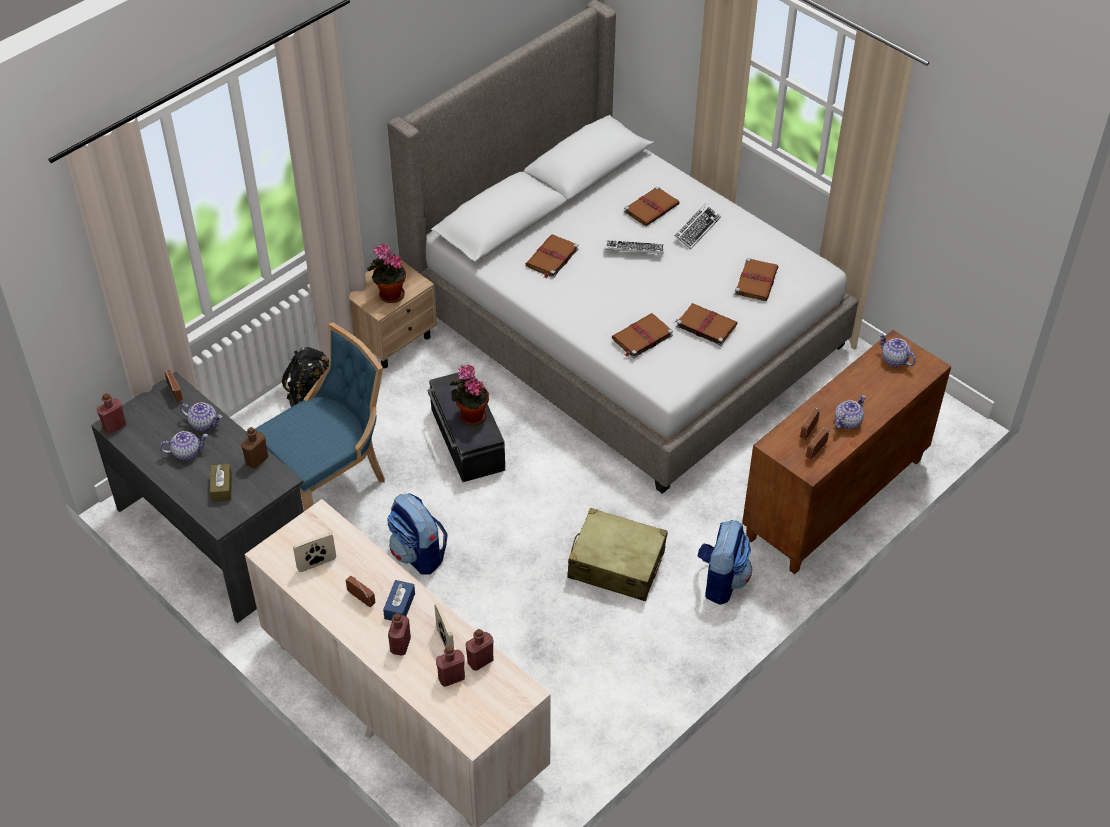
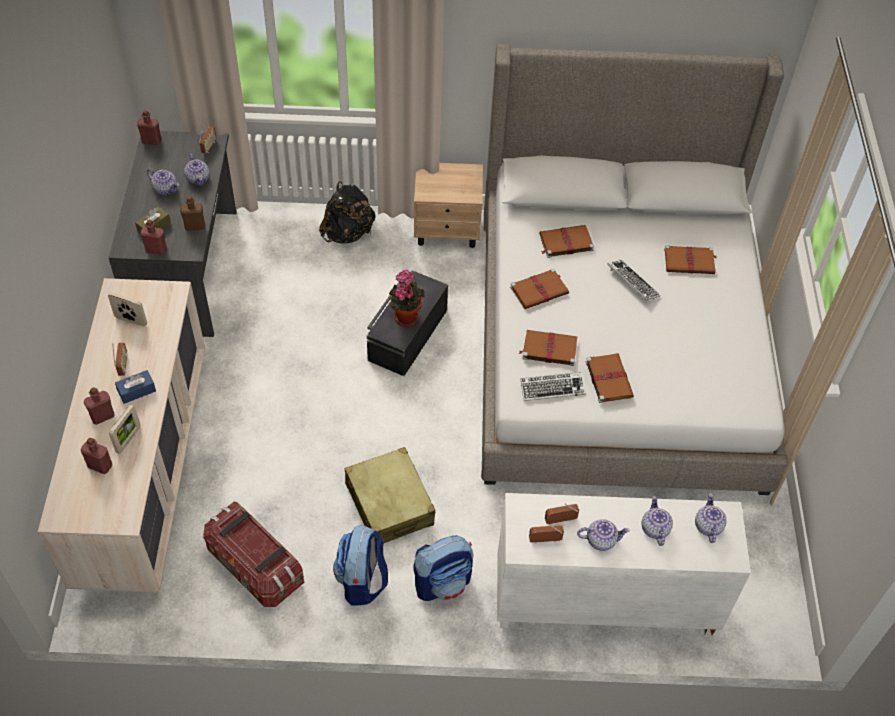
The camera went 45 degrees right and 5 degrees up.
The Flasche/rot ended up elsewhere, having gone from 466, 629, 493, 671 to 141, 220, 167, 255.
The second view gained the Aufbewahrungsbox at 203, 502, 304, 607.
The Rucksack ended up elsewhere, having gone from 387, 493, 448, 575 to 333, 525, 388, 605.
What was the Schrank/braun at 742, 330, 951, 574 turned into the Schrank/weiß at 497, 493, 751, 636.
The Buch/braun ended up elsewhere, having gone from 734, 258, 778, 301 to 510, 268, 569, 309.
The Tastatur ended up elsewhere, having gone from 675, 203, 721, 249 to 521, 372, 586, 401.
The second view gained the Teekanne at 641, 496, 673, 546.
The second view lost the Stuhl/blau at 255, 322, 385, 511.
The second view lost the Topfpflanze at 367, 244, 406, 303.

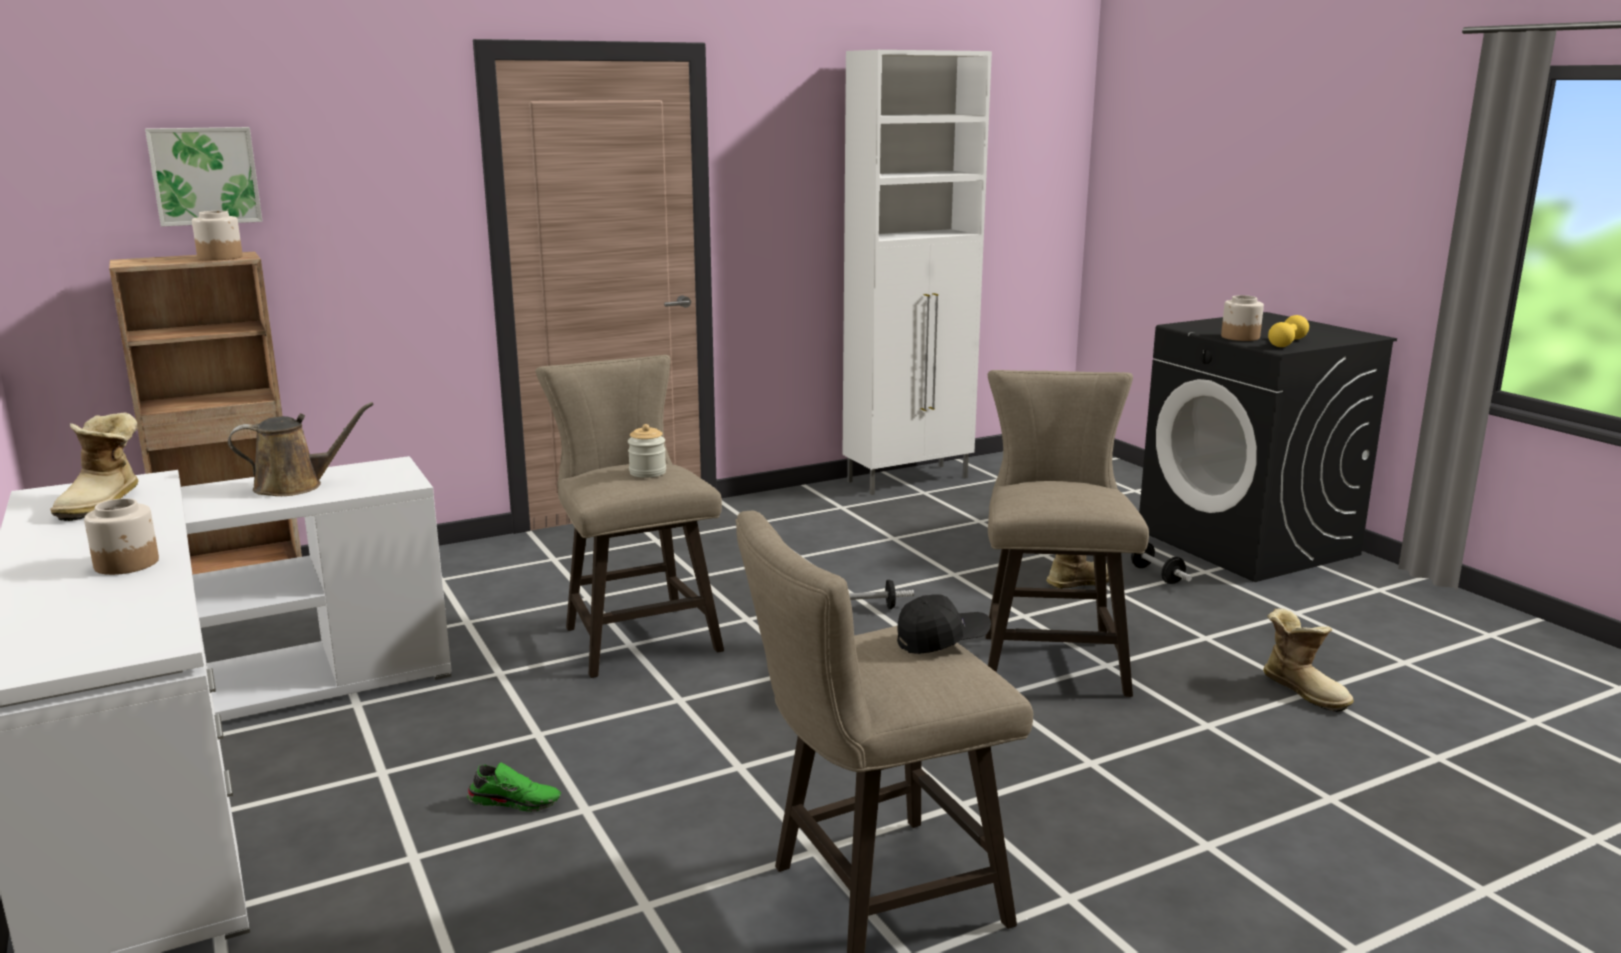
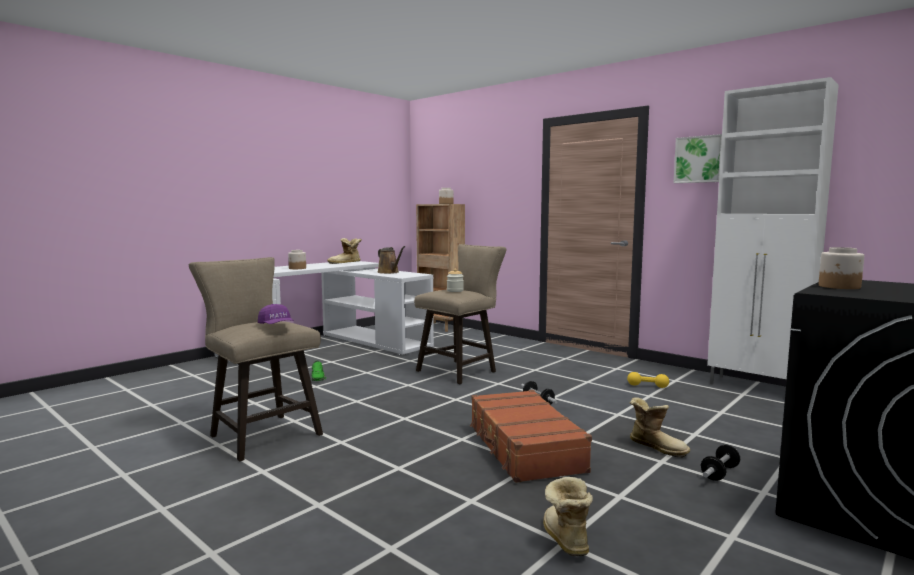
The camera went 70 degrees right and 10 degrees down.
What was the Kappe/schwarz at 897, 594, 991, 654 turned into the Kappe/lila at 258, 304, 294, 324.
Where the Hocker/beige stood at 985, 370, 1149, 697, the Koffer/braun came to stand at 470, 390, 592, 483.
The Stiefel at 1263, 608, 1354, 712 ended up facing another way, 135 degrees clockwise from before.
The Hantel/gelb ended up elsewhere, having gone from 1268, 315, 1309, 347 to 627, 372, 669, 388.
The Bild ended up elsewhere, having gone from 145, 127, 263, 227 to 674, 134, 722, 183.

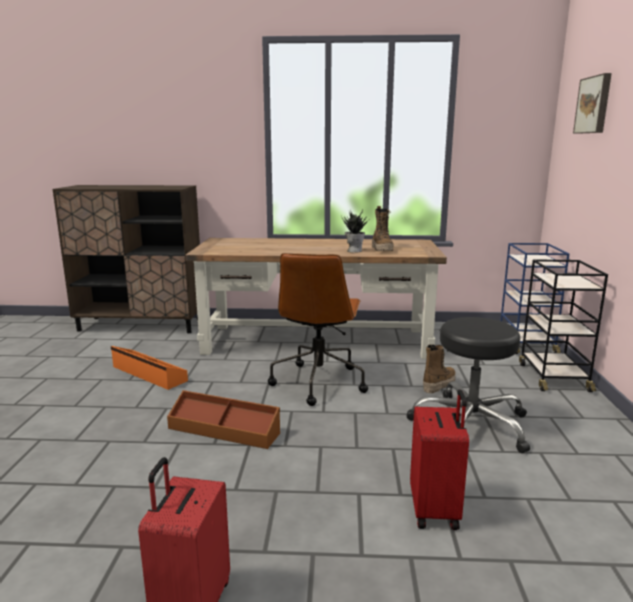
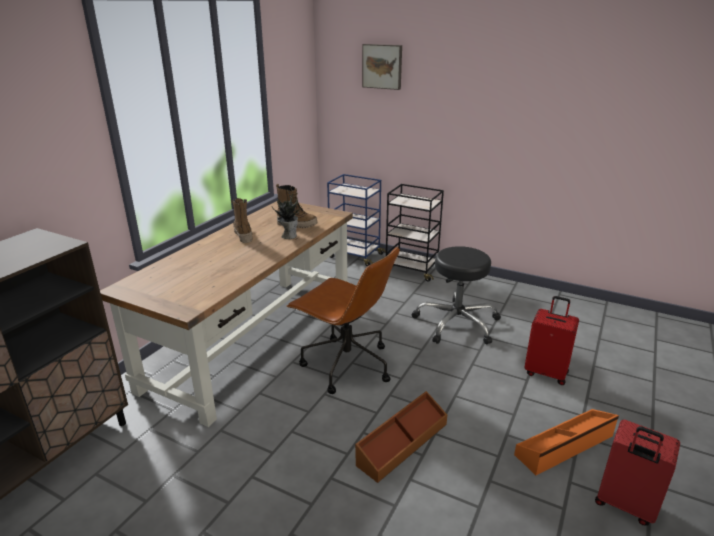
The camera went 65 degrees left and 10 degrees up.
The Stiefel ended up elsewhere, having gone from 423, 344, 456, 393 to 231, 198, 252, 243.
The Aufbewahrungsbox/orange ended up elsewhere, having gone from 111, 346, 188, 390 to 514, 409, 619, 475.

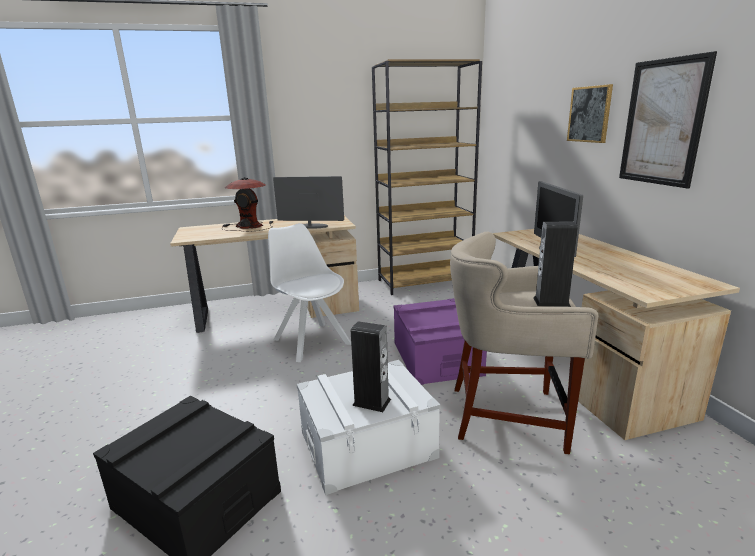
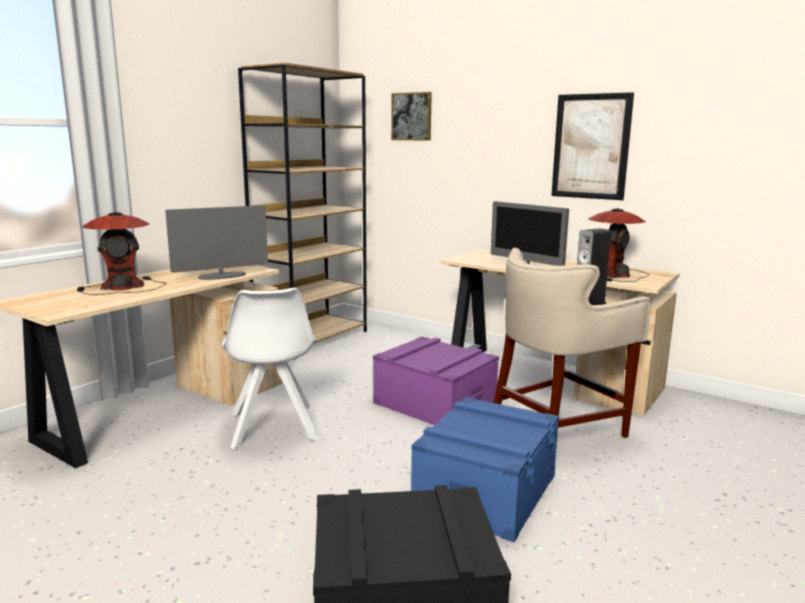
The camera went 40 degrees left and 5 degrees down.
The Stuhl/weiß at 268, 223, 351, 362 ended up facing another way, 120 degrees counterclockwise from before.
The Bild ended up elsewhere, having gone from 567, 84, 613, 143 to 391, 92, 432, 141.
What was the Aufbewahrungsbox/weiß at 297, 360, 440, 495 turned into the Aufbewahrungsbox/blau at 411, 397, 559, 542.
The second view gained the Tischlampe at 588, 208, 649, 282.
The second view lost the Lautsprecher at 351, 321, 391, 412.

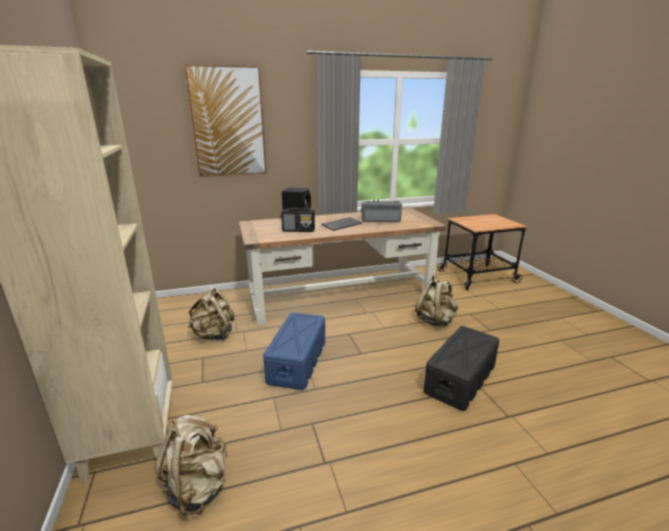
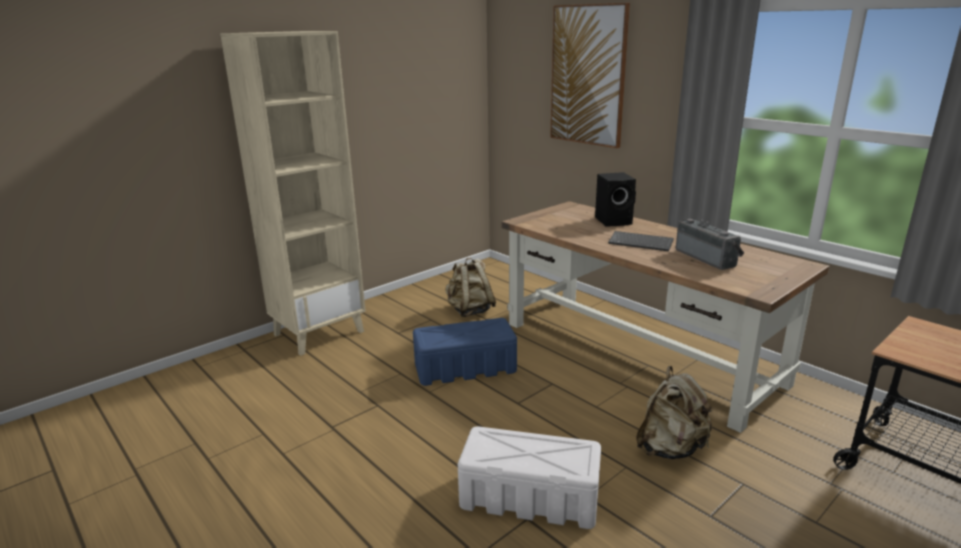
The camera went 65 degrees right and 0 degrees up.
What was the Aufbewahrungsbox/schwarz at 424, 326, 499, 411 turned into the Aufbewahrungsbox/weiß at 458, 426, 601, 529.
The second view lost the Rucksack/beige at 154, 415, 228, 517.
The second view lost the Radio at 281, 208, 315, 232.

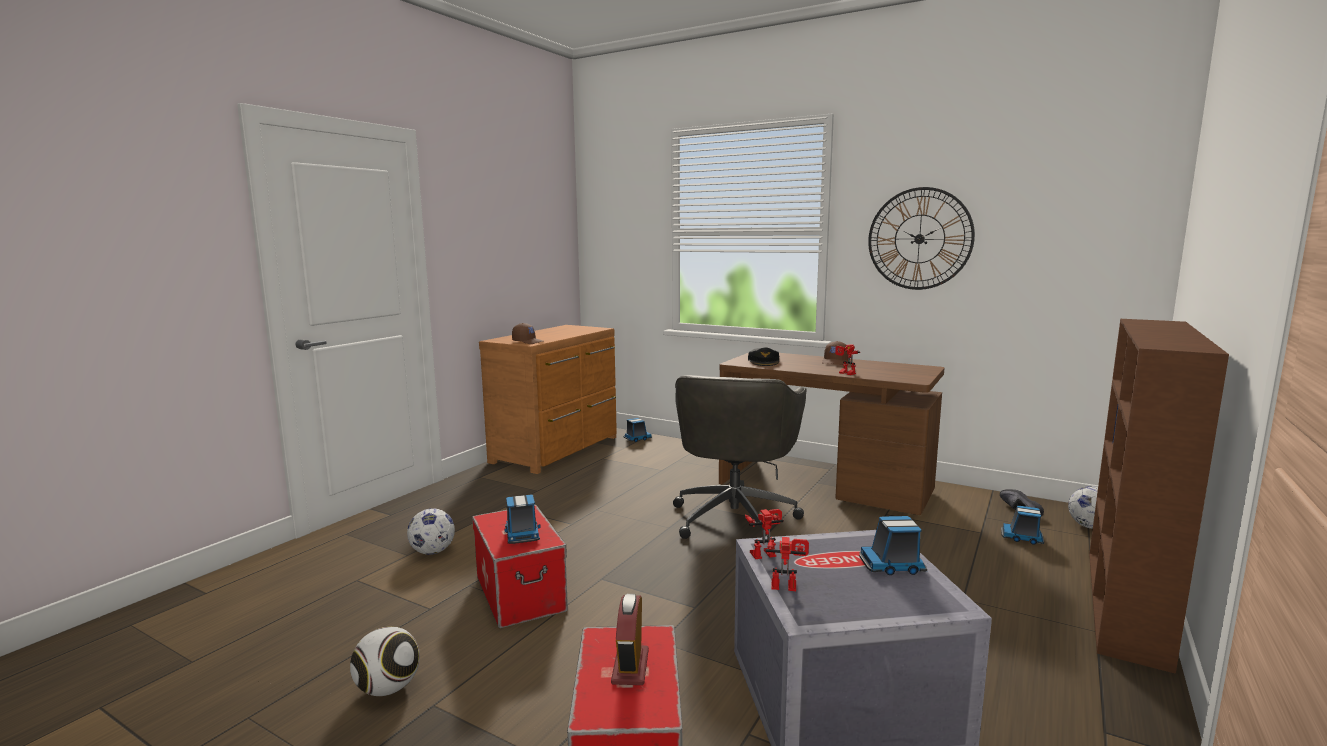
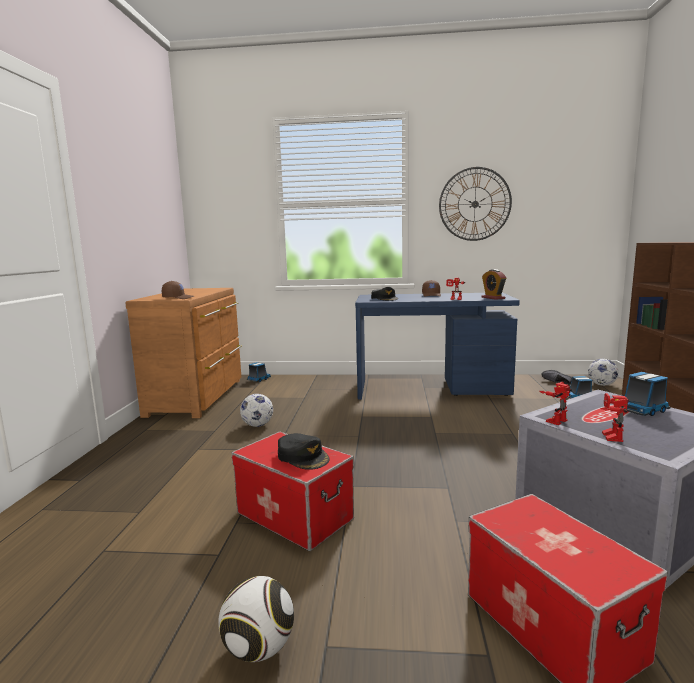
The camera went 25 degrees left and 0 degrees up.
The Fußball ended up elsewhere, having gone from 407, 508, 455, 555 to 240, 394, 273, 427.
Where the Spielzeuglaster stood at 505, 495, 541, 544, the Kappe/schwarz came to stand at 278, 433, 330, 470.
What was the Schreibtisch/braun at 719, 353, 944, 515 turned into the Schreibtisch/blau at 355, 293, 520, 400.
The Wecker ended up elsewhere, having gone from 611, 594, 649, 685 to 481, 269, 506, 300.
The Spielzeugroboter at 765, 537, 809, 591 ended up facing another way, 60 degrees counterclockwise from before.
The second view lost the Bürostuhl/grau at 673, 375, 807, 539.

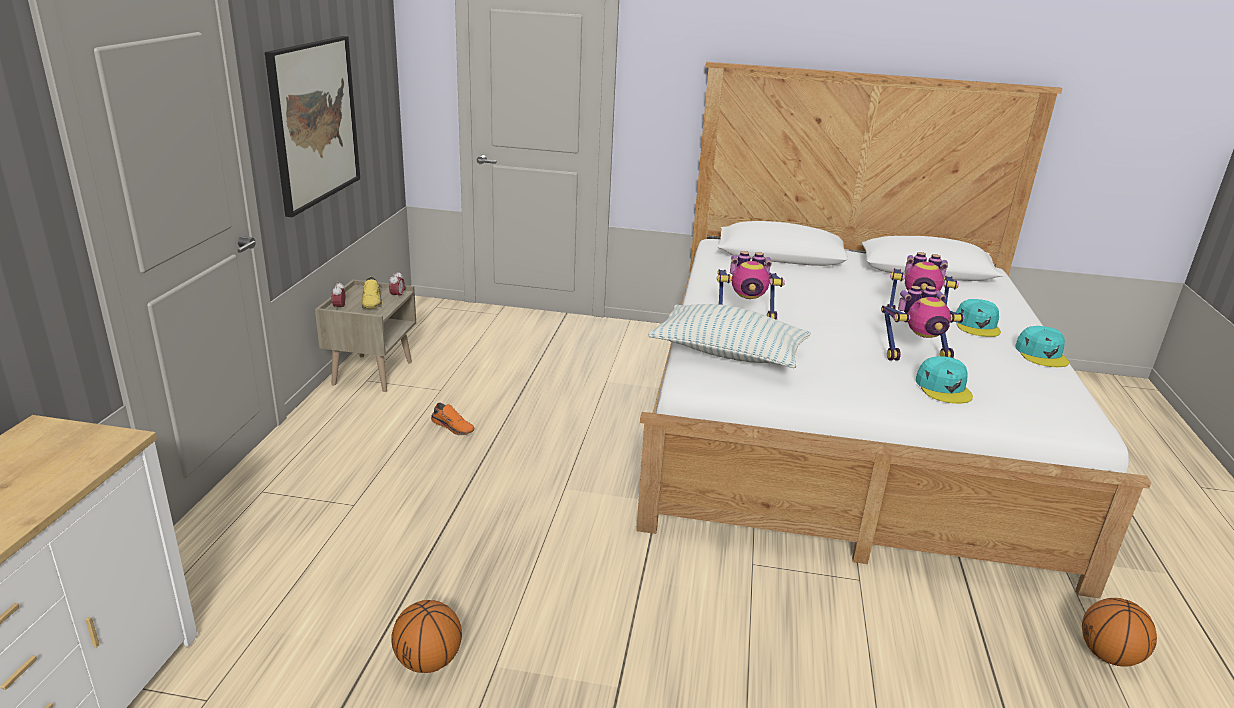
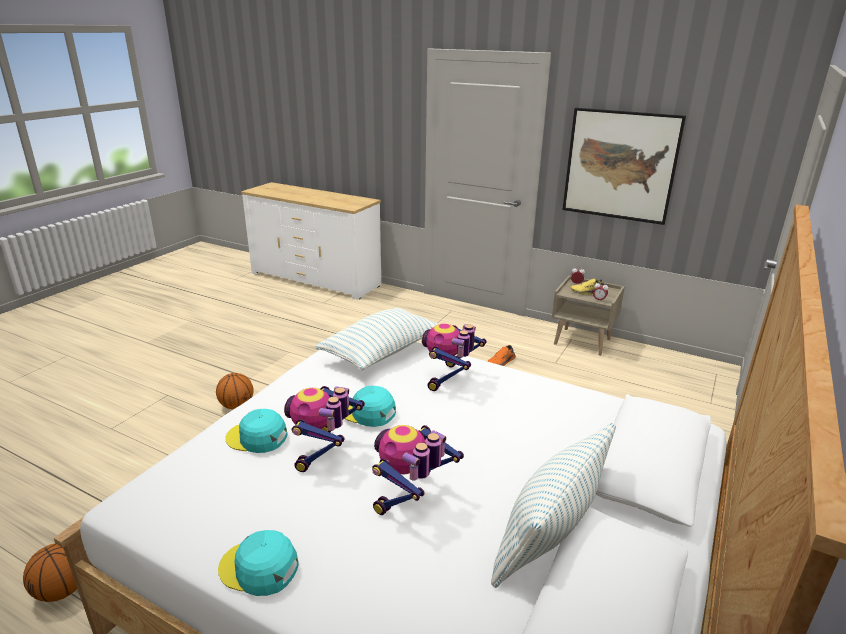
The camera went 110 degrees right and 0 degrees up.
The Basketball ended up elsewhere, having gone from 391, 600, 462, 673 to 216, 373, 254, 409.
The Kappe/türkis ended up elsewhere, having gone from 956, 299, 1001, 337 to 344, 386, 396, 427.
The second view gained the Kissen at 491, 422, 616, 588.

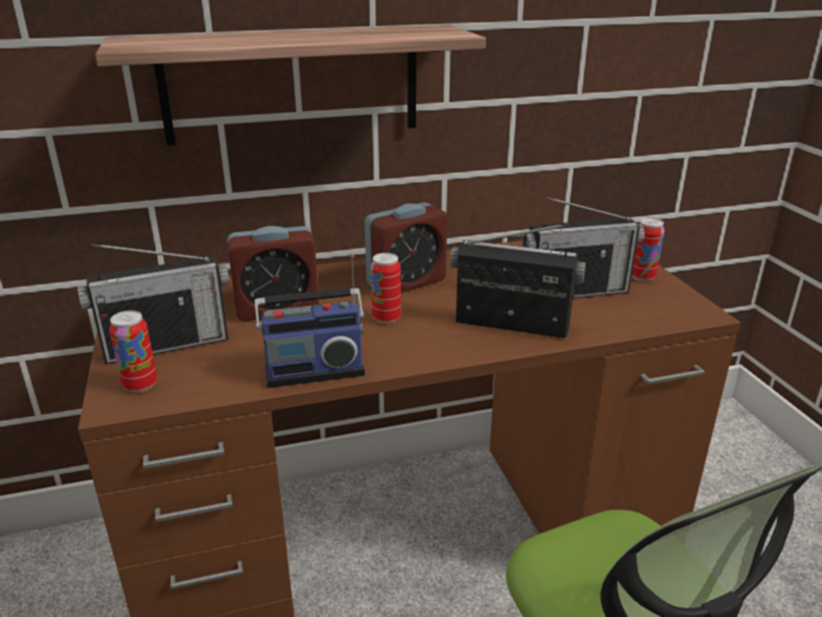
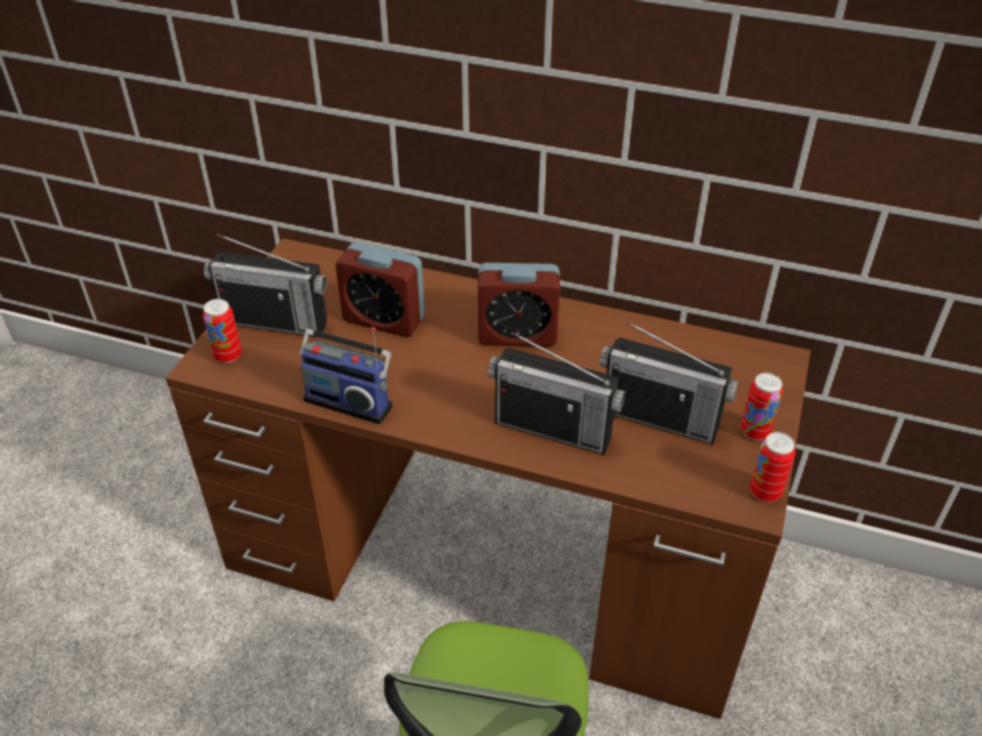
The camera went 35 degrees right and 15 degrees up.
The Radio at 450, 223, 586, 338 ended up facing another way, 150 degrees clockwise from before.
The Dose ended up elsewhere, having gone from 371, 253, 401, 324 to 750, 432, 796, 502.
The second view lost the Wandregal at 95, 25, 486, 146.

